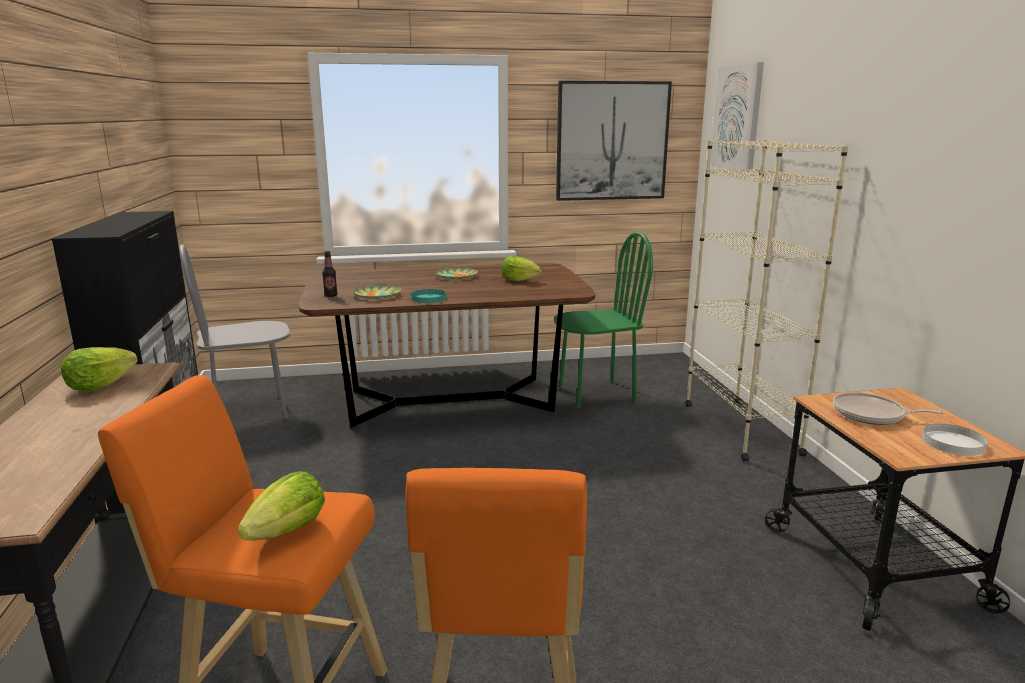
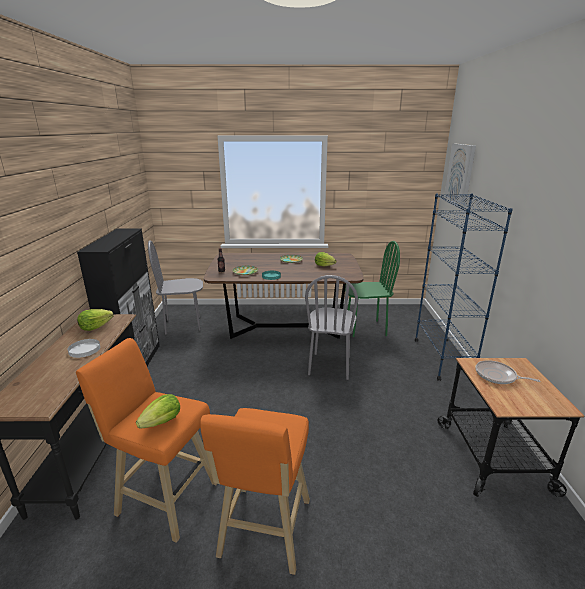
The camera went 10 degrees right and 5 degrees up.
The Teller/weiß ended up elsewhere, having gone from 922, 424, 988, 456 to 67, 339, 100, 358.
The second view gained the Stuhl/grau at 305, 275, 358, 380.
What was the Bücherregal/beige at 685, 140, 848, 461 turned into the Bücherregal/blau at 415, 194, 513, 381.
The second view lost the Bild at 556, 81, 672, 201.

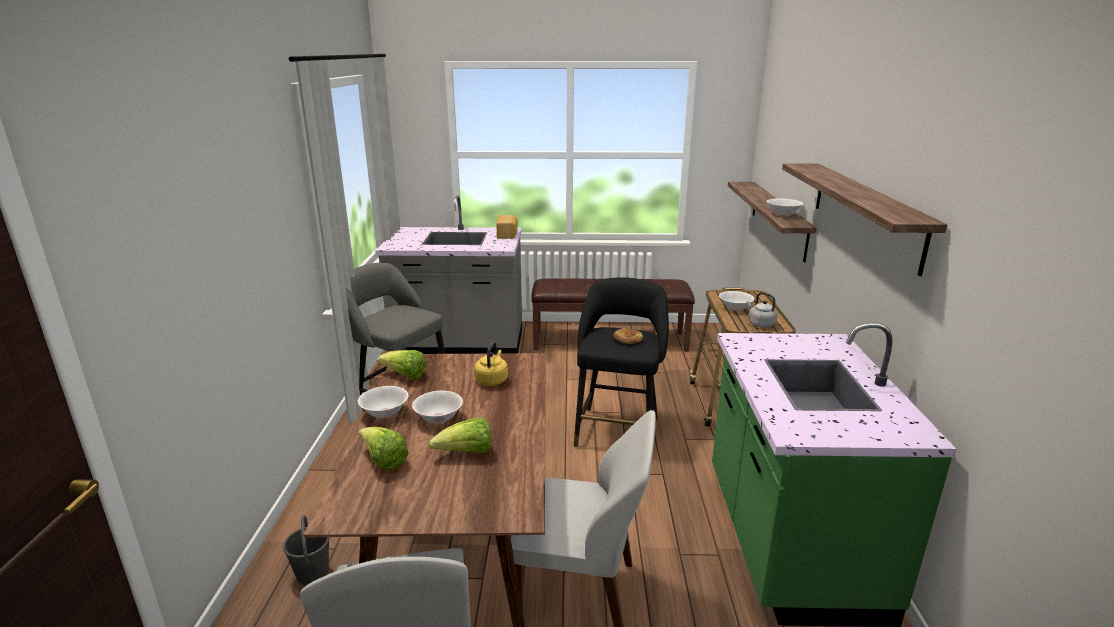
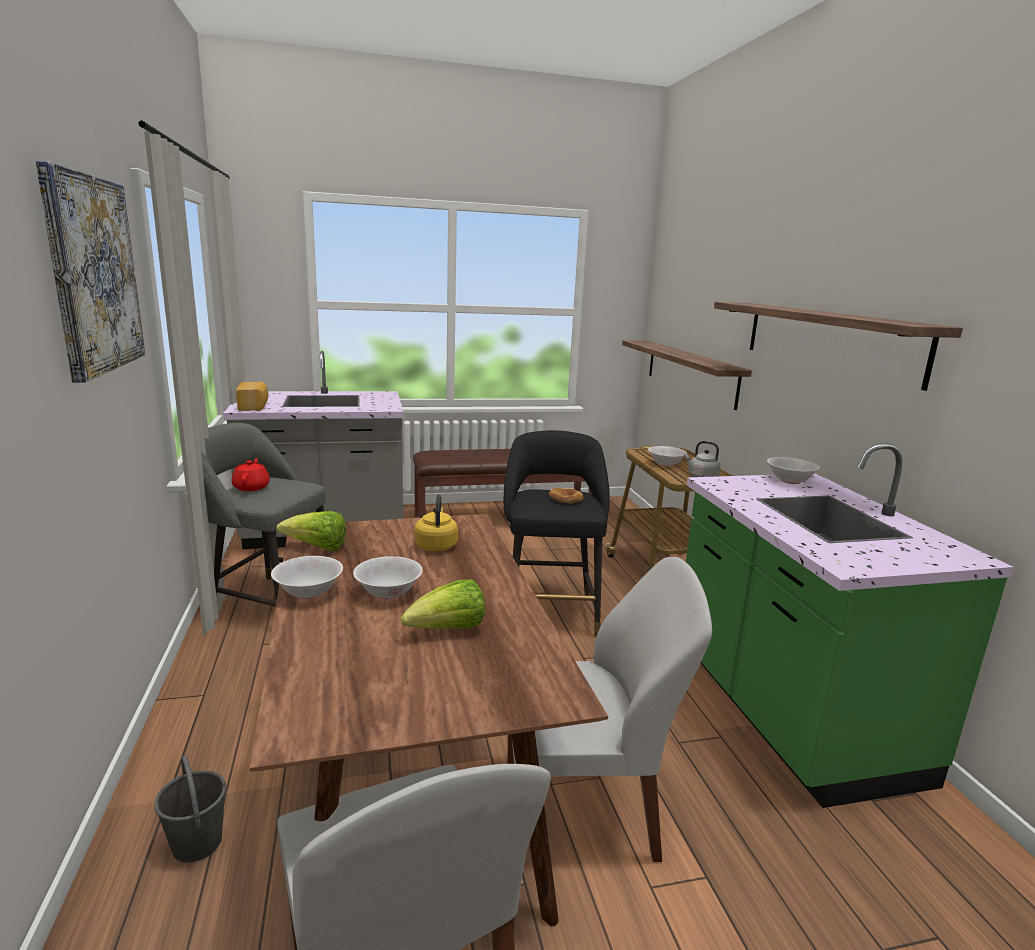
The camera went 15 degrees left and 5 degrees down.
The second view gained the Bild at 36, 161, 145, 383.
The second view gained the Teekanne/rot at 231, 458, 270, 491.
The Brot ended up elsewhere, having gone from 496, 215, 518, 239 to 236, 381, 268, 411.
The Schüssel/weiß ended up elsewhere, having gone from 767, 198, 803, 216 to 767, 457, 820, 484.
The second view lost the Salatkopf at 358, 427, 409, 471.

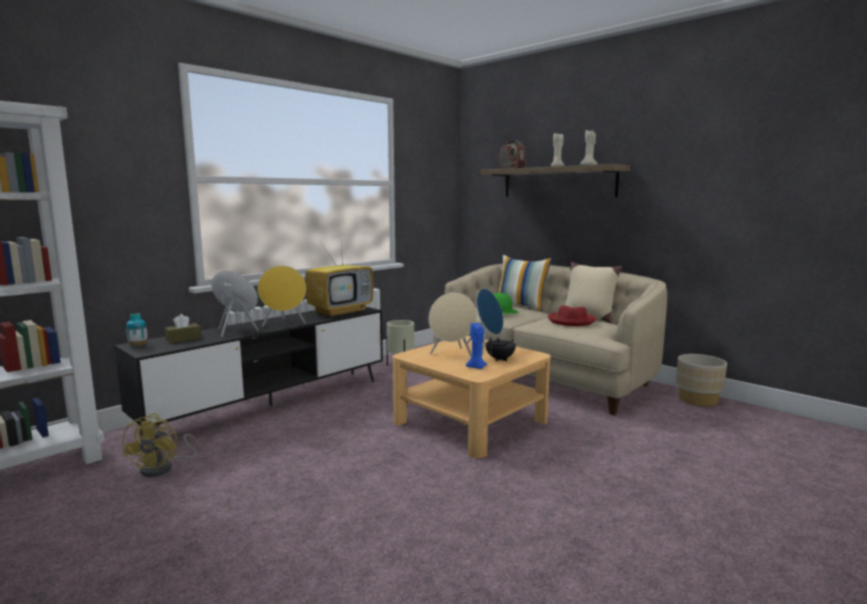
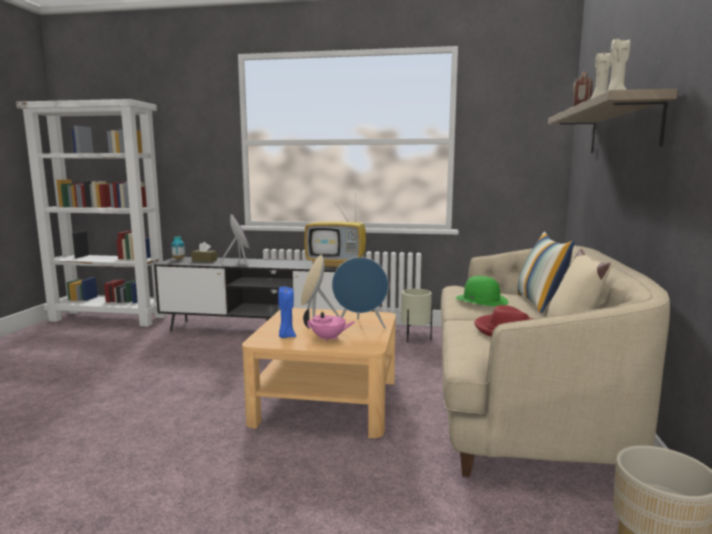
The camera went 55 degrees right and 0 degrees up.
What was the Teekanne/schwarz at 485, 336, 516, 361 turned into the Teekanne/rosa at 303, 308, 355, 342.
The second view lost the Ventilator/gelb at 122, 413, 200, 477.
The second view lost the Lautsprecher/gelb at 258, 266, 306, 327.

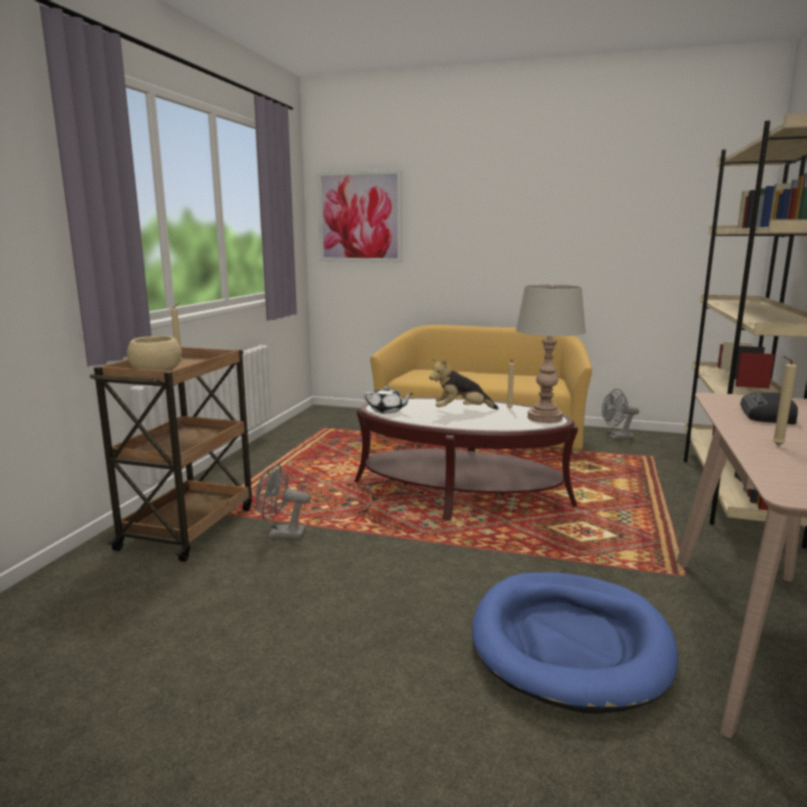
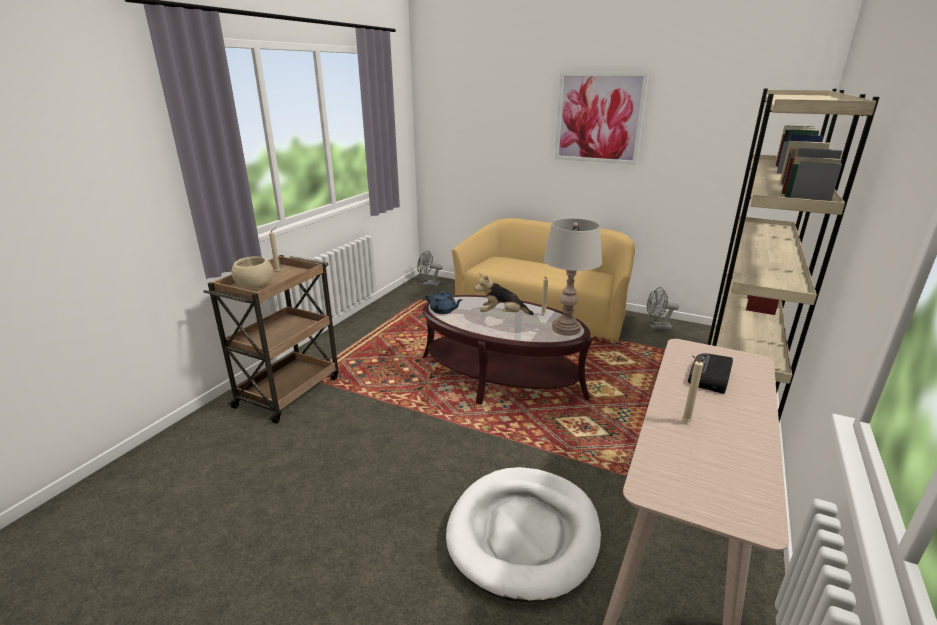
The camera went 10 degrees right and 10 degrees up.
The Ventilator/grau ended up elsewhere, having gone from 256, 463, 310, 539 to 417, 250, 443, 287.
What was the Teekanne/weiß at 363, 386, 414, 414 turned into the Teekanne/blau at 426, 291, 462, 314.
What was the Hundebett/blau at 472, 572, 678, 714 turned into the Hundebett/weiß at 446, 467, 601, 602.
The Bild ended up elsewhere, having gone from 317, 170, 402, 262 to 555, 72, 649, 165.

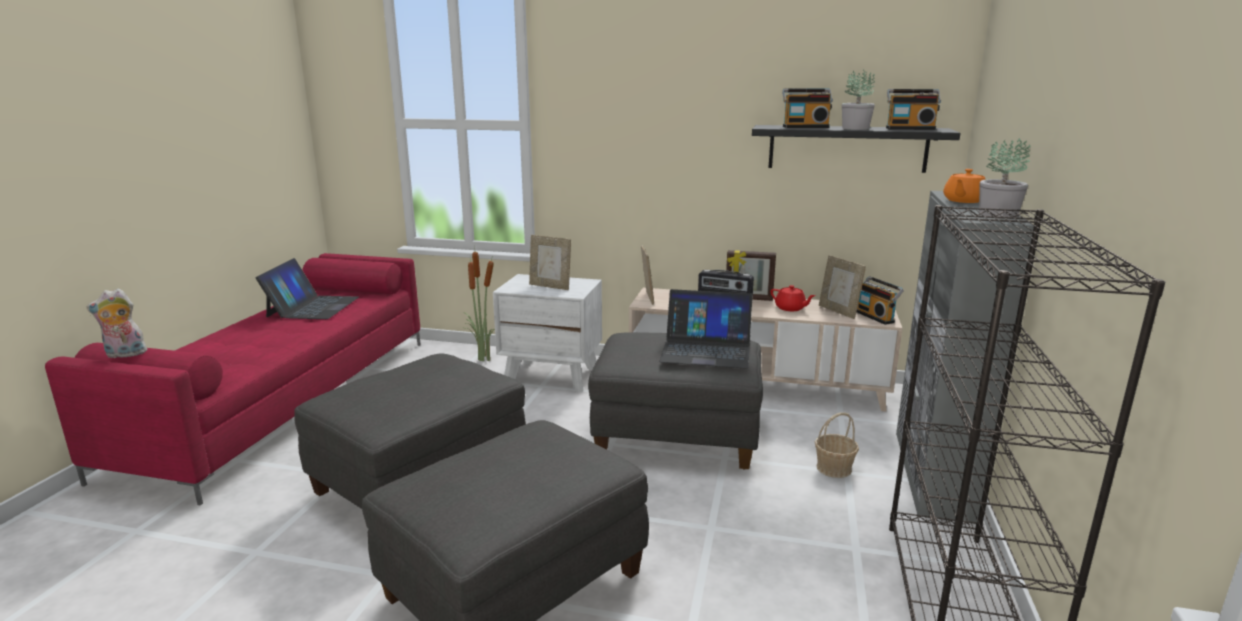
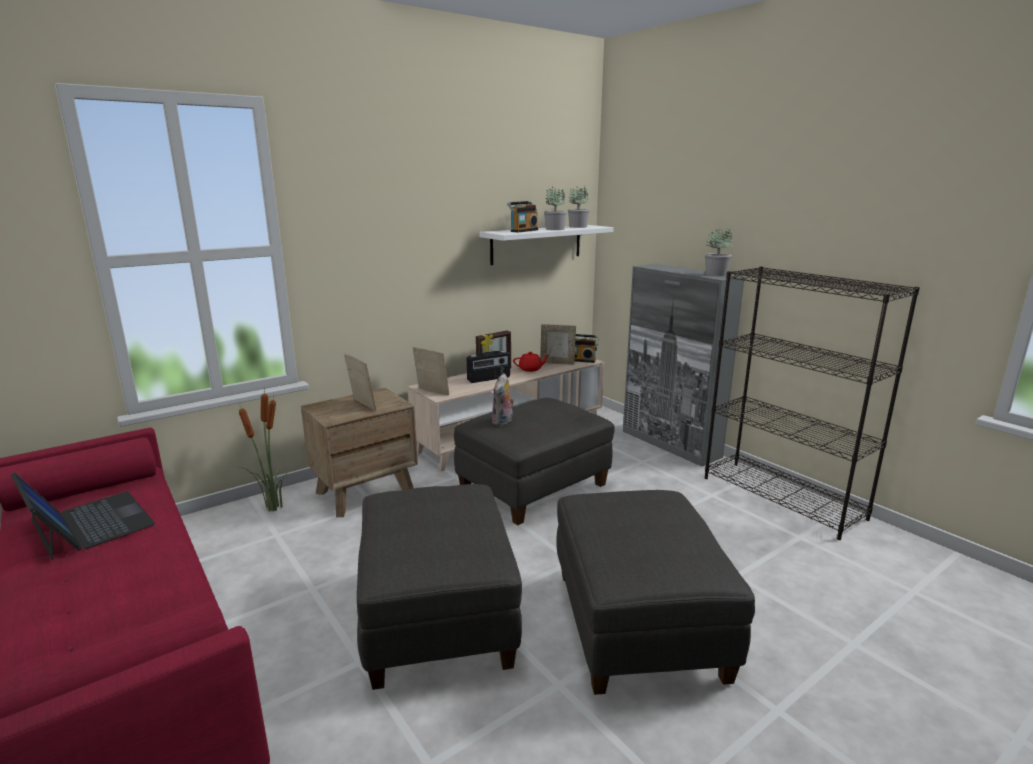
The camera went 50 degrees left and 0 degrees up.
What was the Nachttisch/weiß at 493, 274, 602, 393 turned into the Nachttisch/braun at 301, 388, 418, 517.
The Bilderrahmen at 529, 235, 571, 290 ended up facing another way, 105 degrees counterclockwise from before.
What was the Wandregal/schwarz at 752, 125, 960, 173 turned into the Wandregal/weiß at 480, 225, 614, 265.
The Plüschtier ended up elsewhere, having gone from 86, 289, 147, 358 to 492, 373, 514, 426.
Where the Radio stood at 886, 89, 941, 130, the Topfpflanze came to stand at 568, 188, 590, 228.
The second view lost the Laptop at 659, 289, 753, 369.
The second view lost the Korb at 815, 412, 859, 478.
The second view lost the Teekanne/orange at 943, 169, 986, 203.

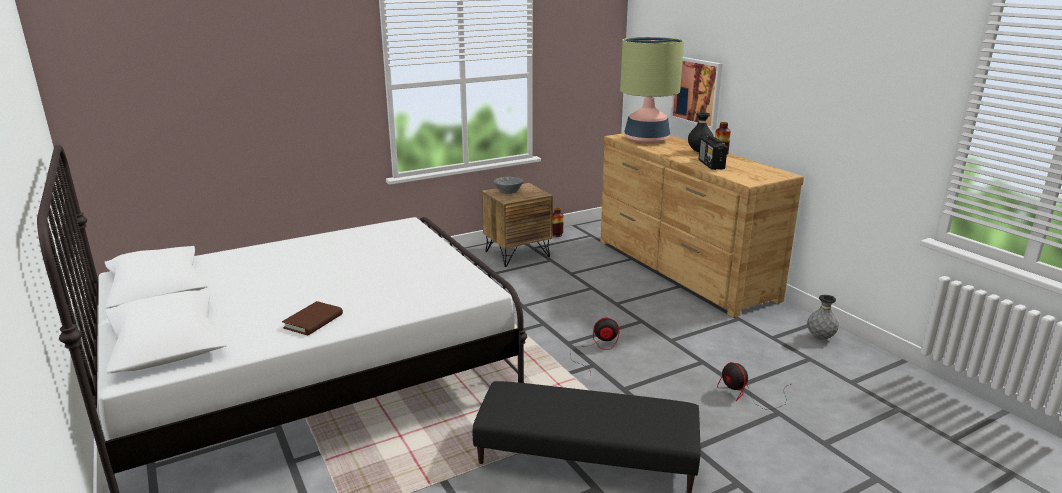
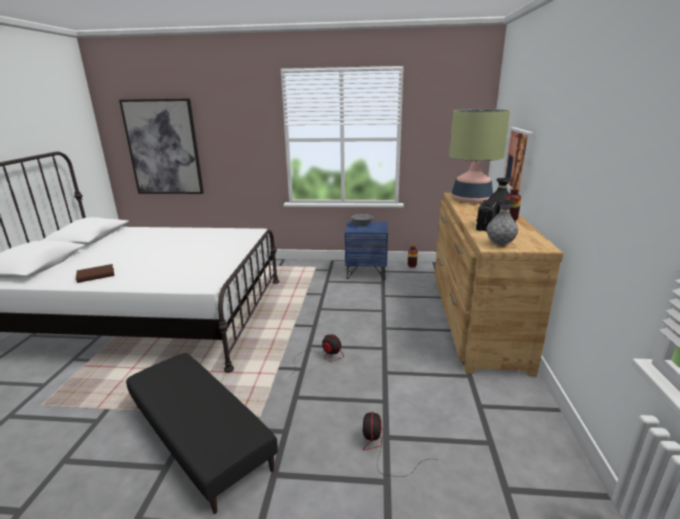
The camera went 35 degrees right and 0 degrees up.
The second view gained the Bild at 119, 98, 204, 194.
What was the Nachttisch/braun at 482, 183, 553, 267 turned into the Nachttisch/blau at 345, 221, 388, 280.
The Vase/grau ended up elsewhere, having gone from 807, 295, 839, 339 to 486, 199, 518, 245.

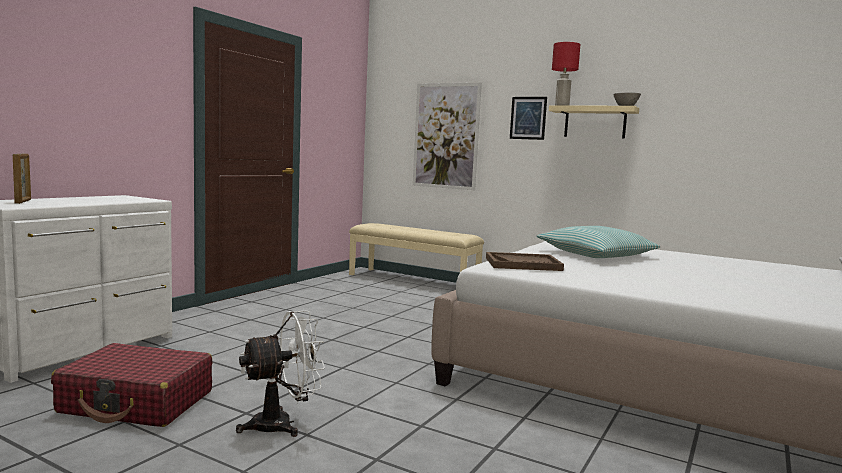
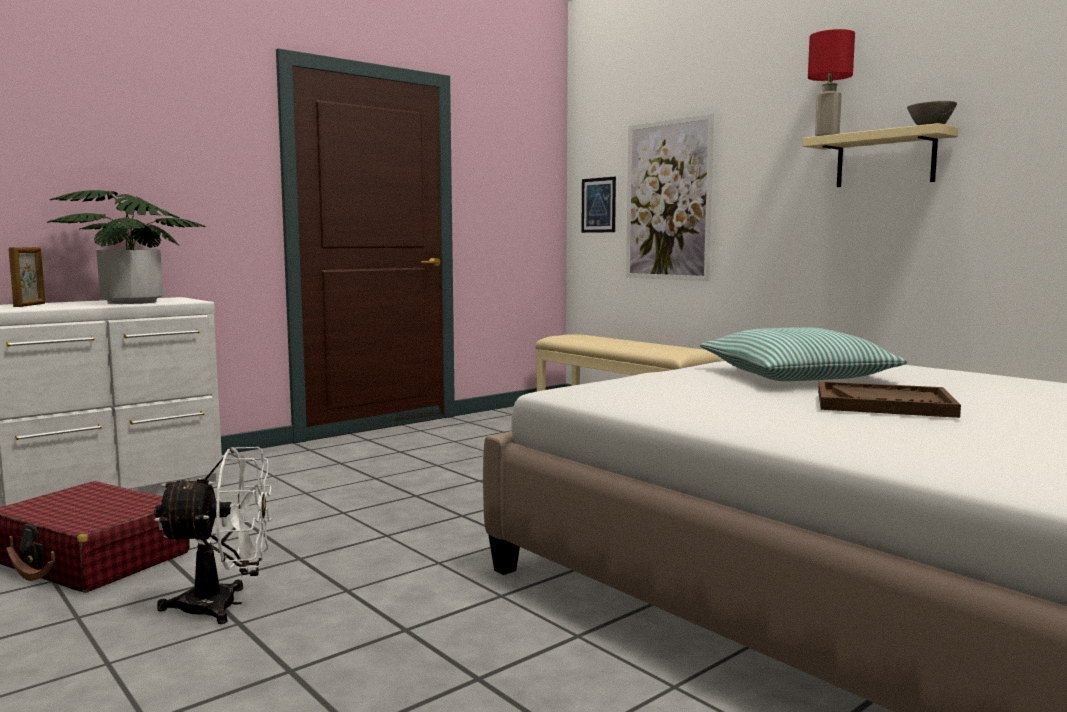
The camera went 20 degrees right and 0 degrees up.
The second view gained the Topfpflanze at 47, 190, 206, 304.
The Bild ended up elsewhere, having gone from 510, 97, 547, 140 to 581, 177, 616, 233.
The Tablett/braun ended up elsewhere, having gone from 486, 252, 564, 271 to 818, 381, 961, 418.

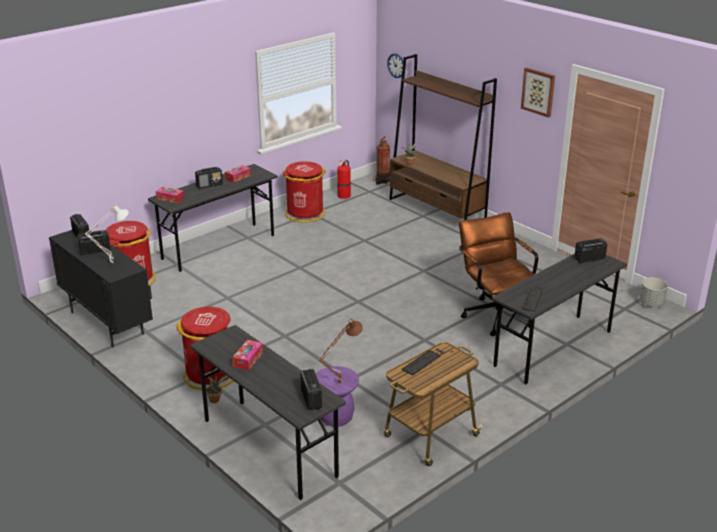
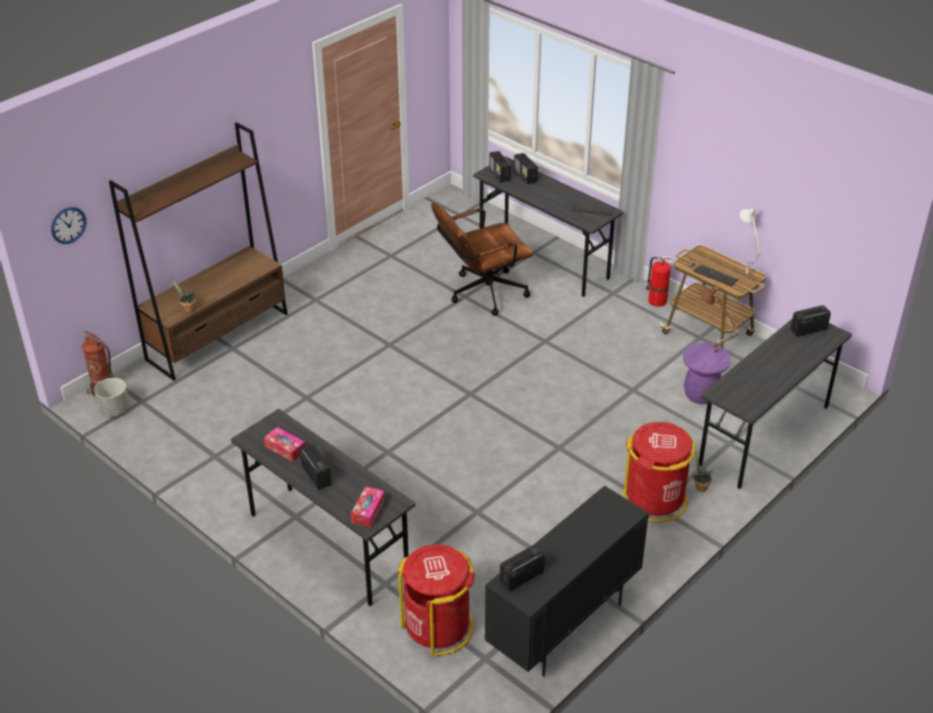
The camera went 95 degrees left and 10 degrees up.
The Pflanzkübel/grau ended up elsewhere, having gone from 639, 278, 668, 307 to 94, 378, 130, 417.
The Radio ended up elsewhere, having gone from 77, 230, 110, 255 to 514, 153, 538, 184.
The Feuerlöscher ended up elsewhere, having gone from 337, 160, 351, 199 to 646, 256, 673, 307.
The Tischlampe/weiß ended up elsewhere, having gone from 85, 205, 129, 263 to 740, 207, 761, 275.
The second view lost the Taschentuchbox at 232, 340, 263, 370.
The second view lost the Mülleimer/rot at 283, 161, 325, 223.
The second view lost the Bild at 521, 67, 555, 118.

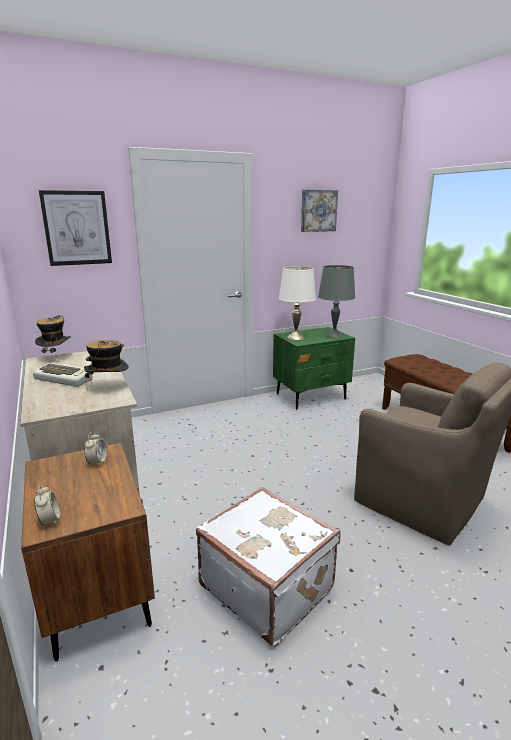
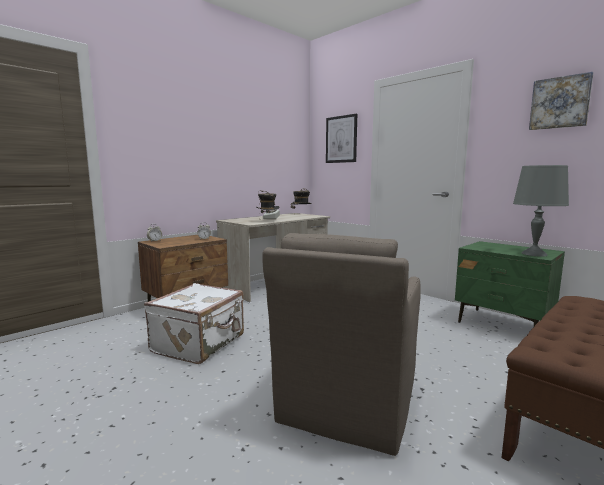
The camera went 70 degrees right and 10 degrees down.
The second view lost the Tischlampe/weiß at 278, 266, 316, 340.

